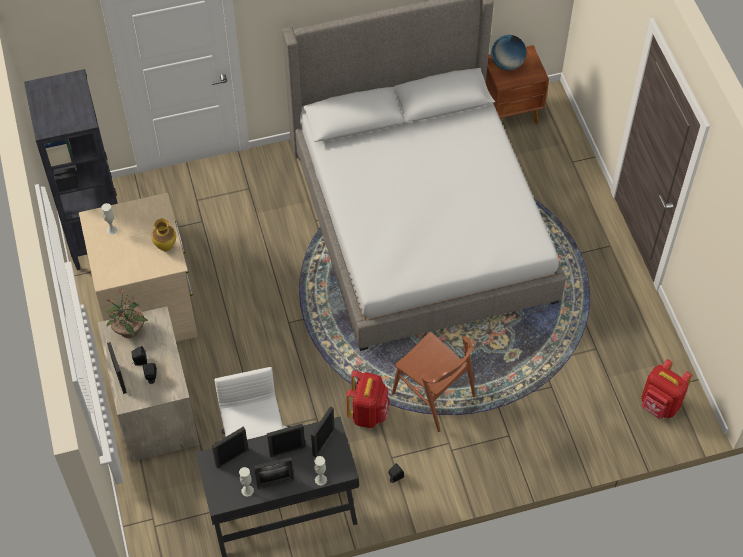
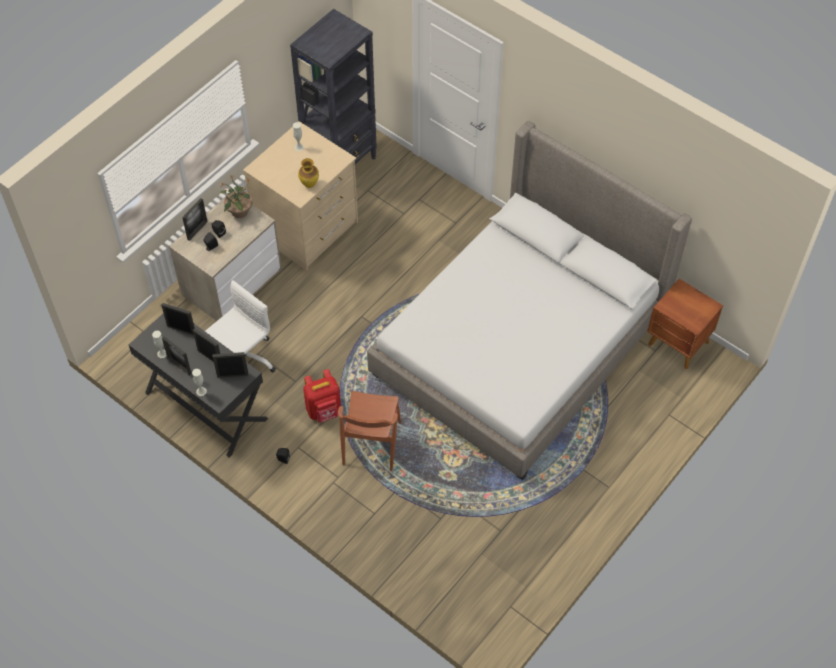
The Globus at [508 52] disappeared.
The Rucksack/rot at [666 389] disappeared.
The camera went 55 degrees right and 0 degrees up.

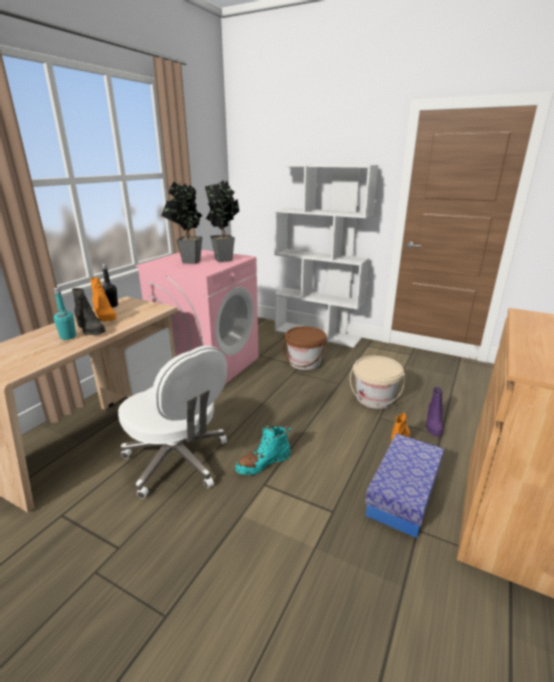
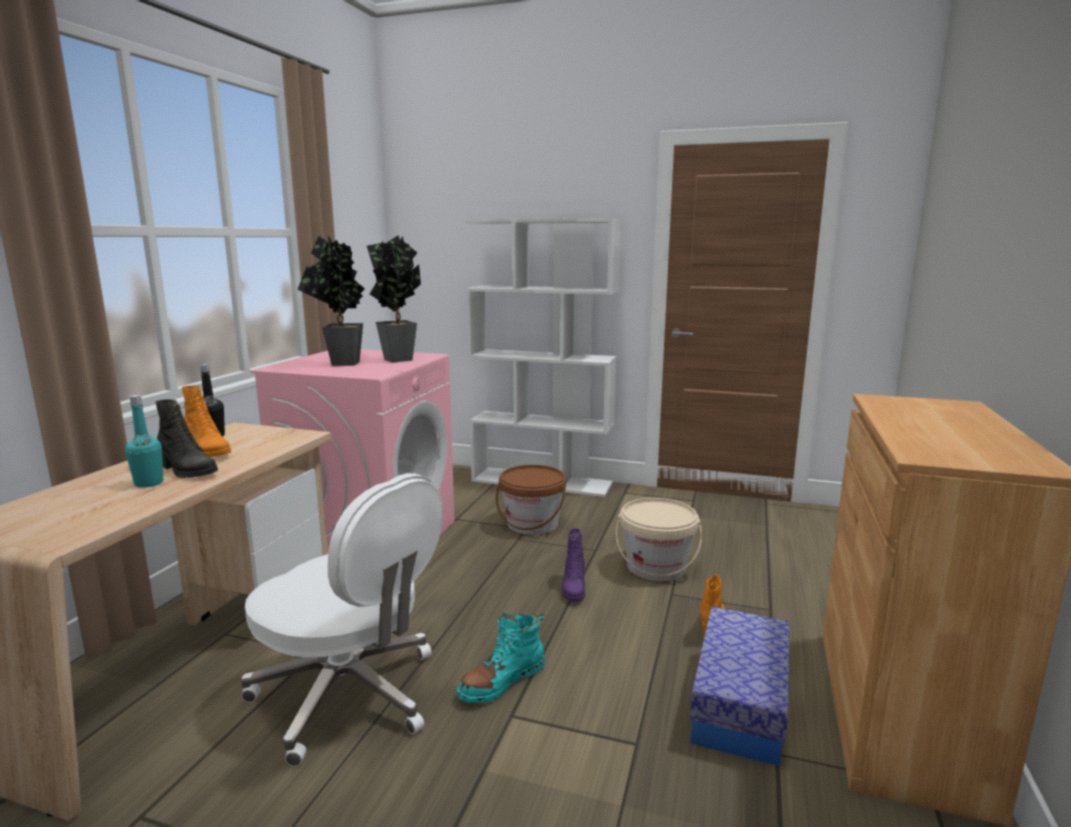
The Stiefel/lila moved from [434 411] to [573 565].
The camera went 10 degrees left and 10 degrees down.

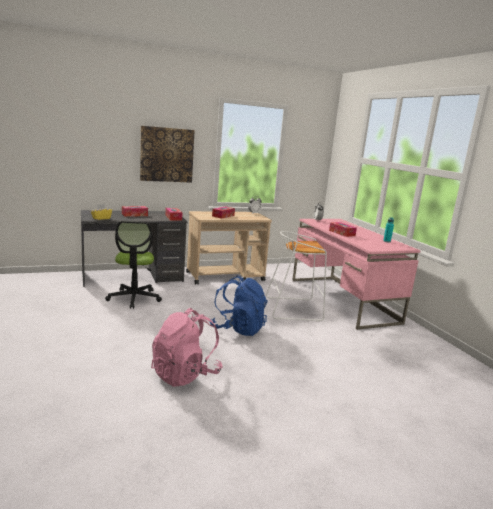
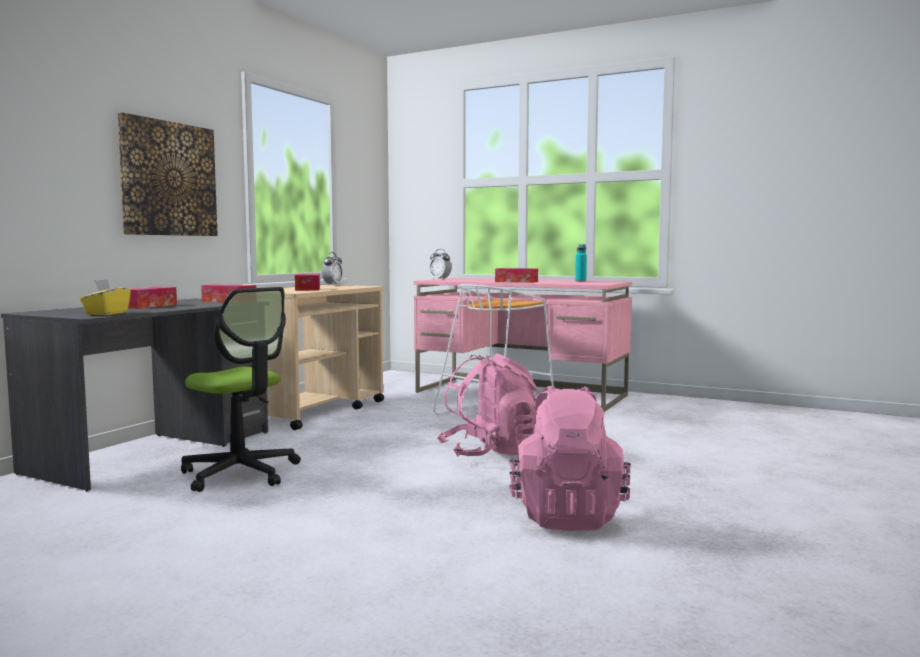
The Rucksack/blau at [238 305] became the Rucksack/rosa at [488 405].
The camera went 40 degrees left and 10 degrees down.

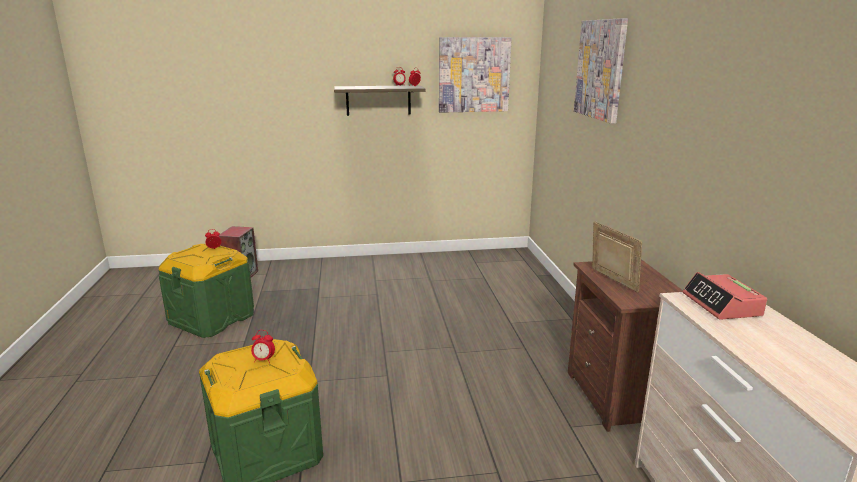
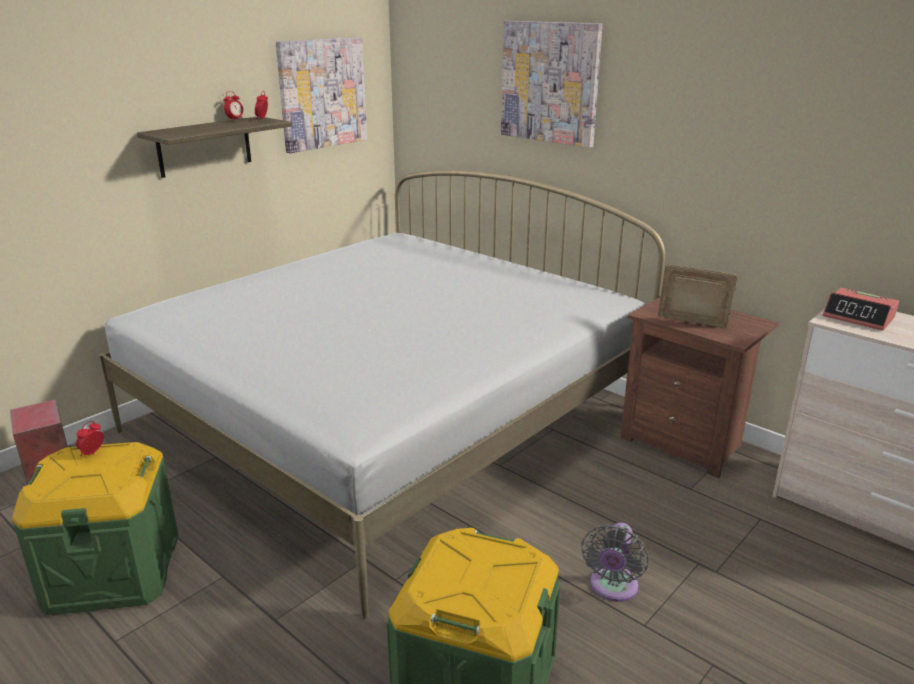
The Wecker at [263 346] disappeared.
The Bett/weiß at [382 394] appeared.
The Ventilator/grau at [615 562] appeared.
The camera went 40 degrees left and 5 degrees up.

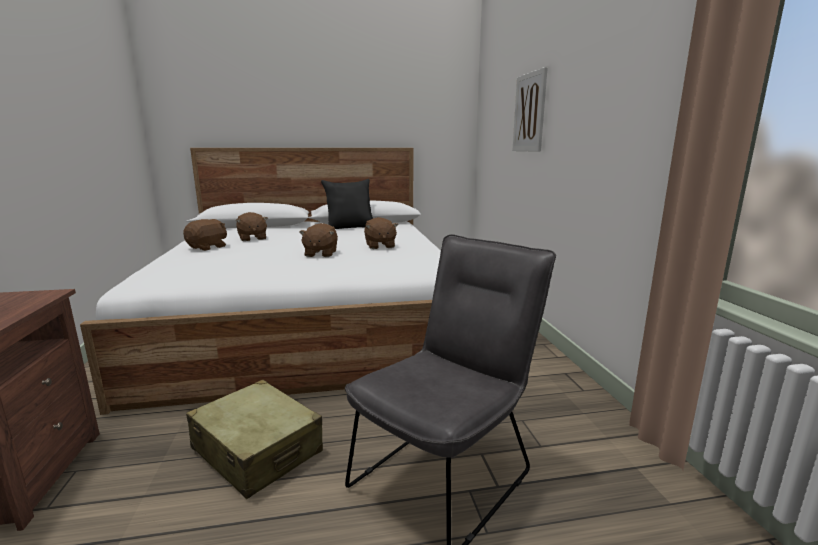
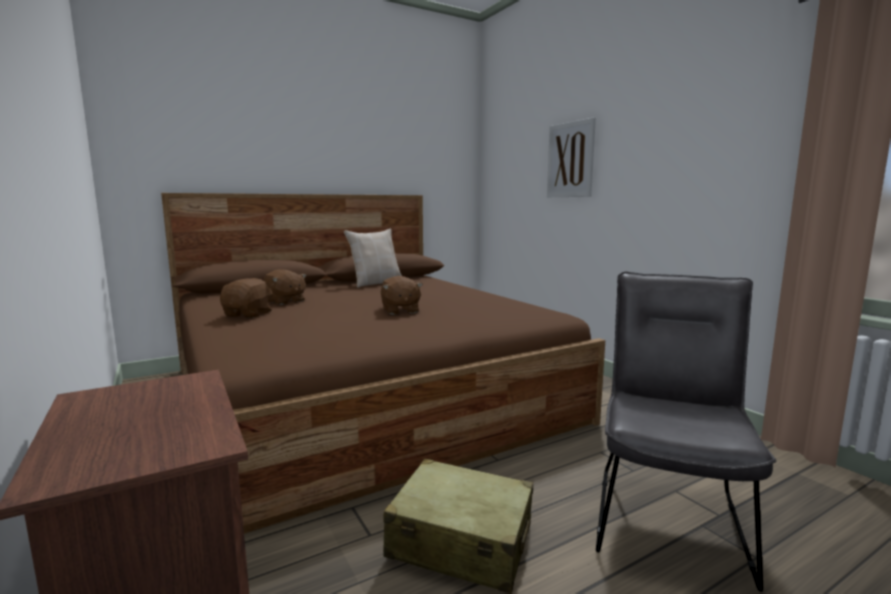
The Bett/weiß at [260 281] became the Bett/braun at [383 363].
The Kissen/schwarz at [347 204] became the Kissen/beige at [373 258].
The Plüschtier/braun at [381 233] disappeared.
The camera went 20 degrees left and 5 degrees down.

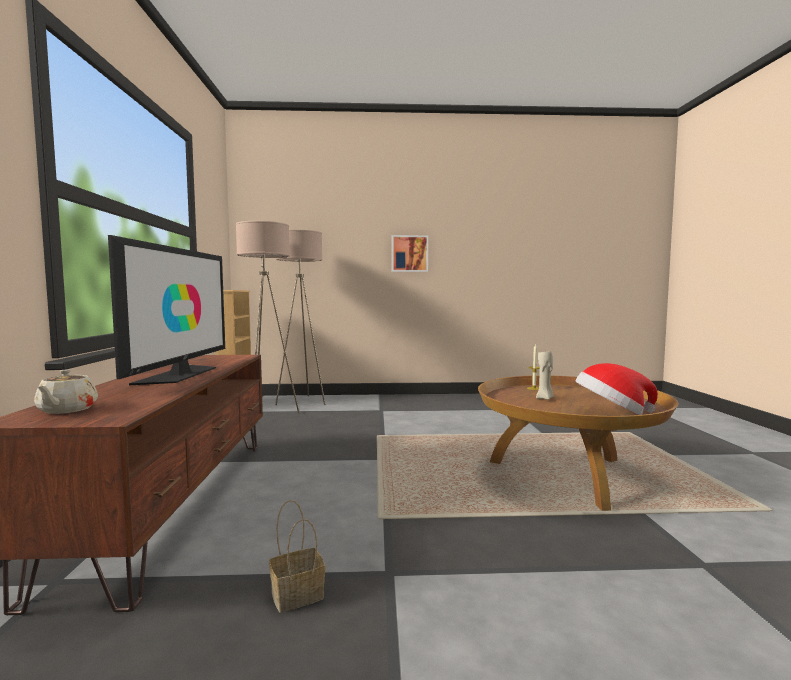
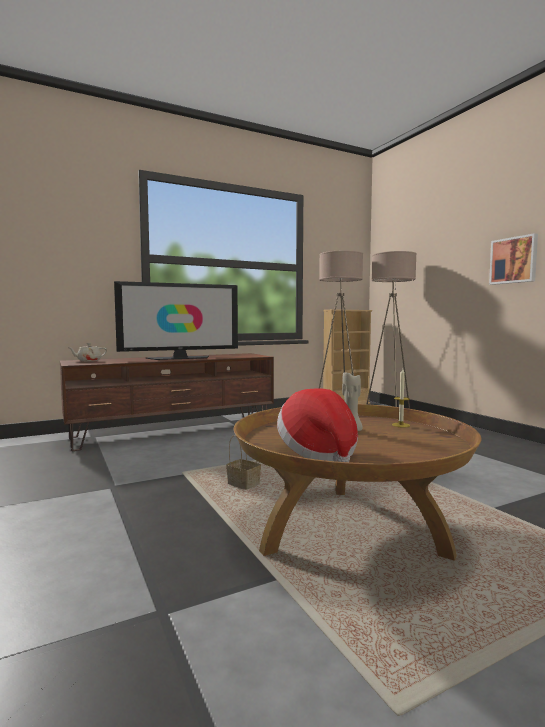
The Korb moved from [297 556] to [243 462].
The camera went 65 degrees right and 0 degrees up.

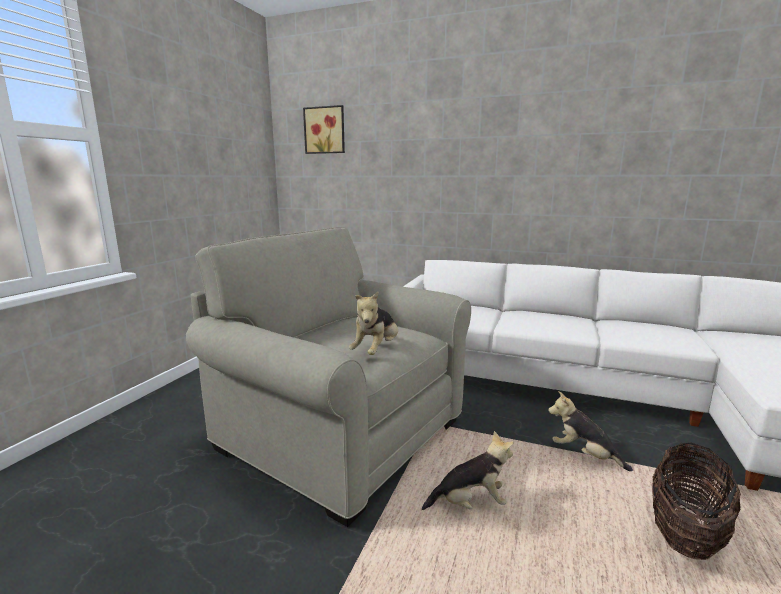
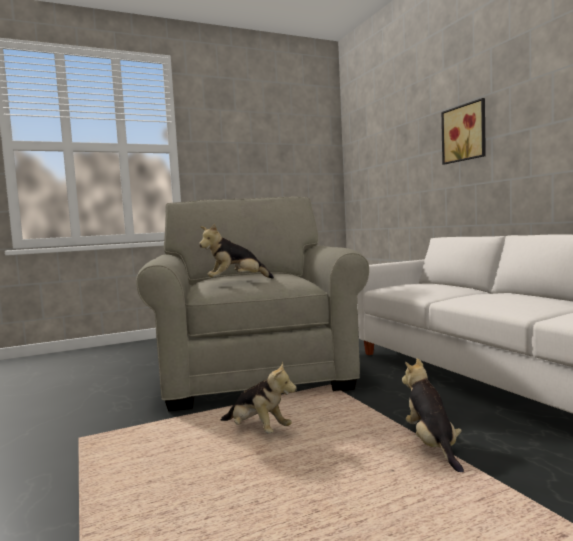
The Bild moved from [324 129] to [463 131].
The Korb at [696 501] disappeared.
The camera went 45 degrees right and 10 degrees down.

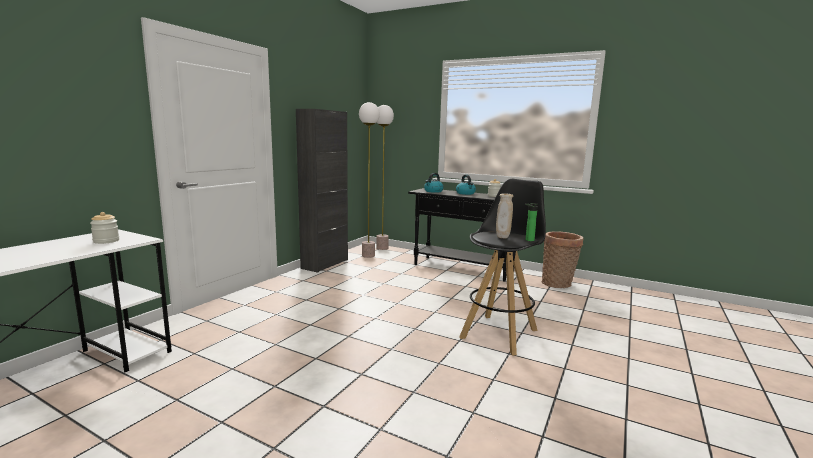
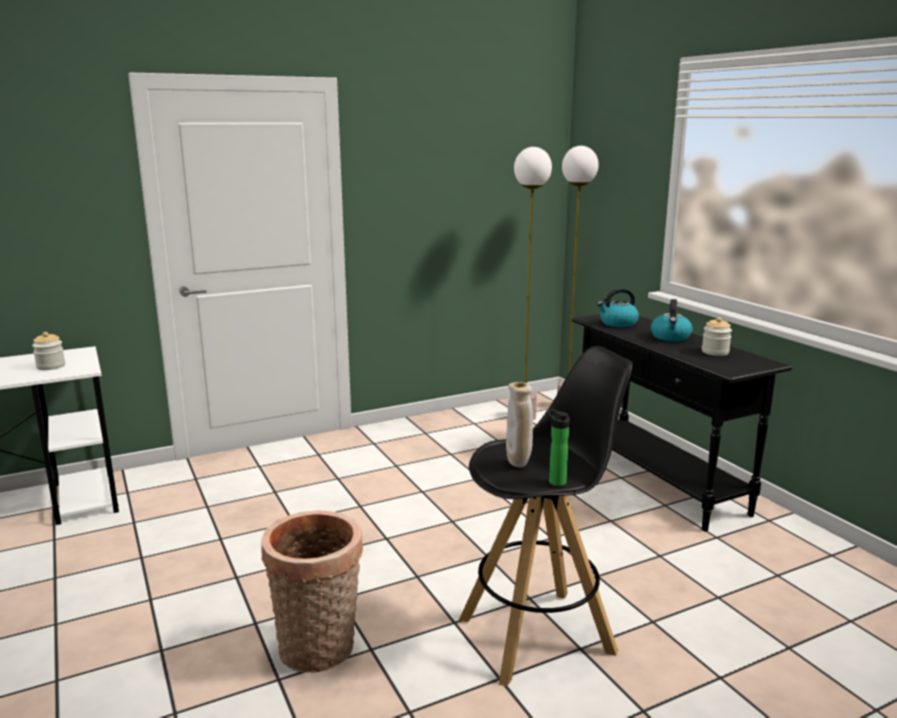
The Schrank/schwarz at [322 191] disappeared.
The Korb moved from [562 260] to [312 591].
The camera went 35 degrees right and 5 degrees up.

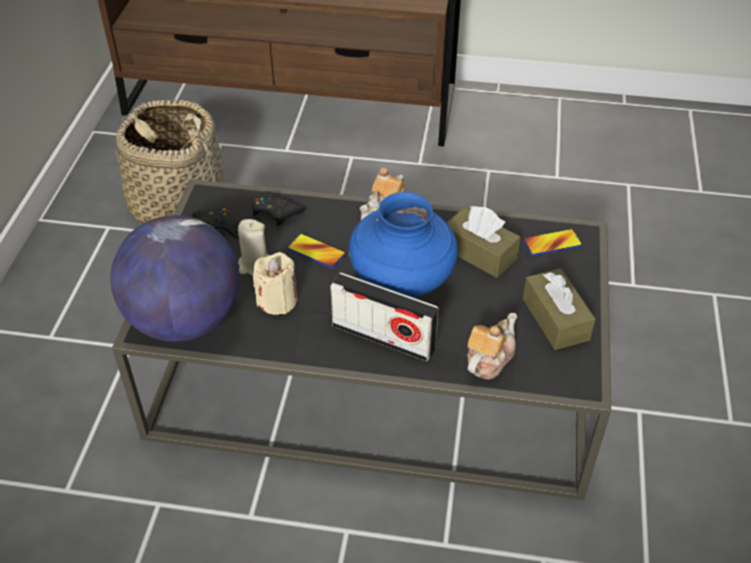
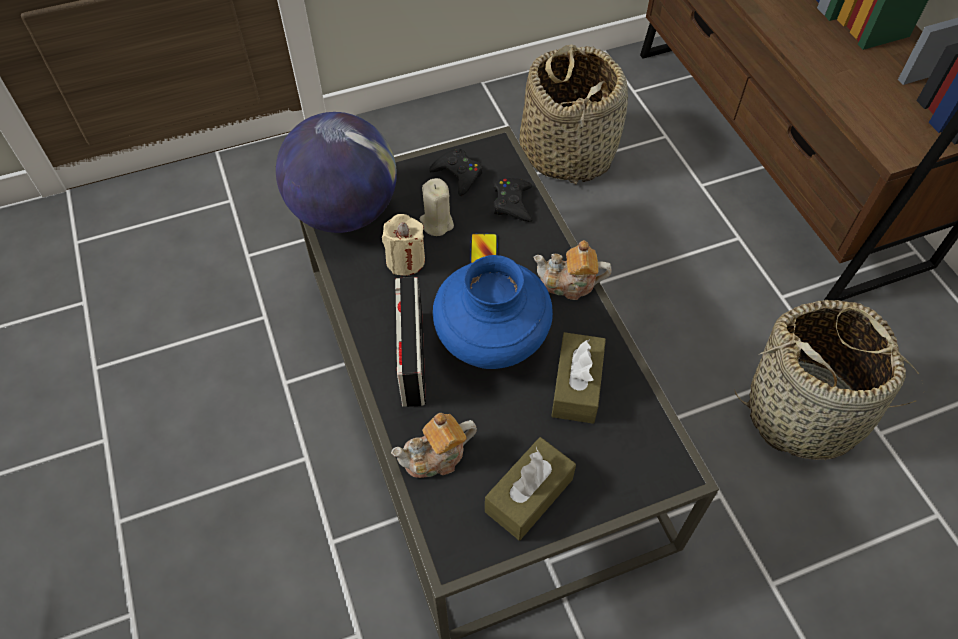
The Handy at [552 242] disappeared.
The Teekanne at [492 346] turned 150 degrees clockwise.
The Korb at [829 380] appeared.
The camera went 60 degrees right and 10 degrees up.

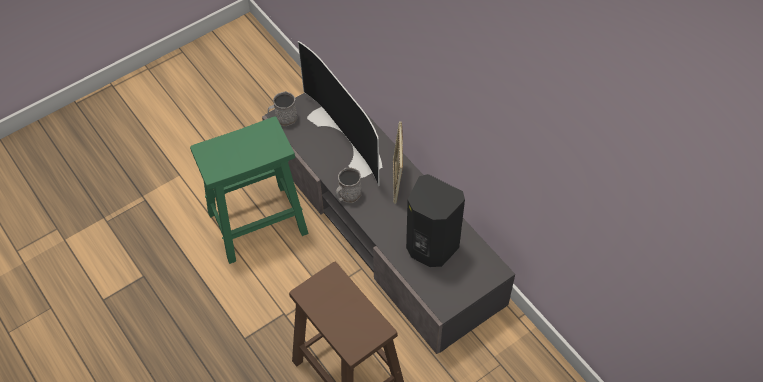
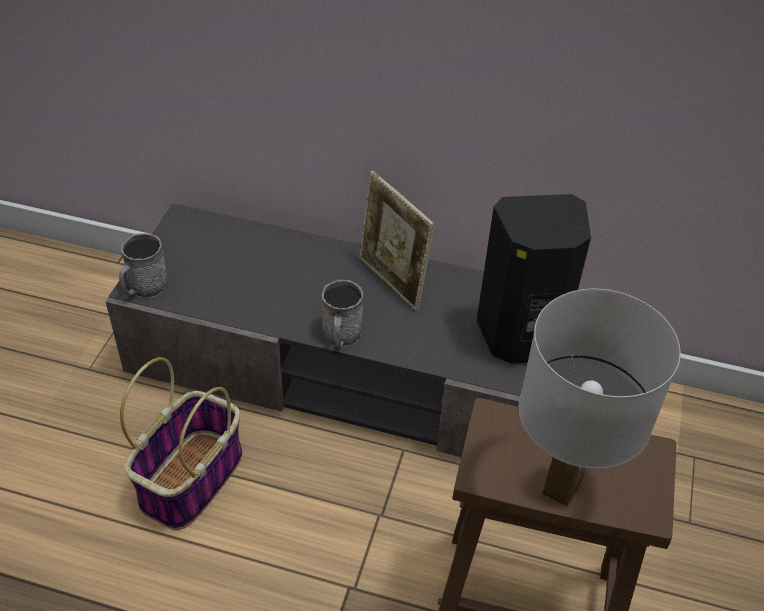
The Fernseher at [340 113] disappeared.
The Hocker/grün at [249 190] was replaced by the Korb at [181 443].
The Tischlampe/weiß at [599 398] appeared.
The camera went 40 degrees left and 10 degrees down.

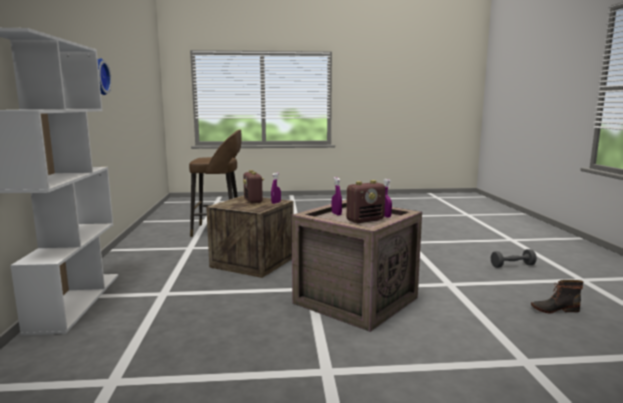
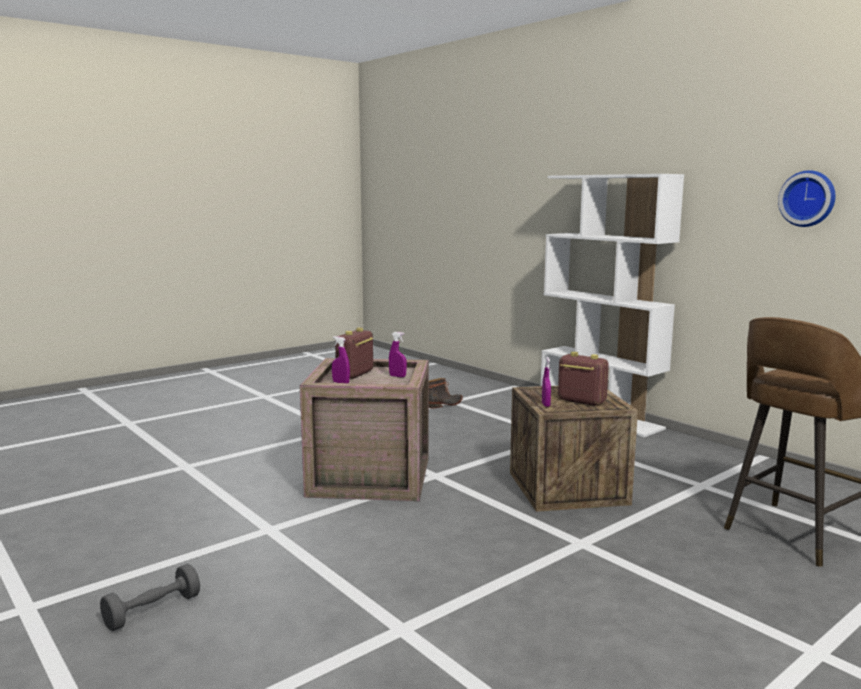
The Stiefel moved from [557 296] to [446 393].
The camera went 145 degrees right and 0 degrees up.

